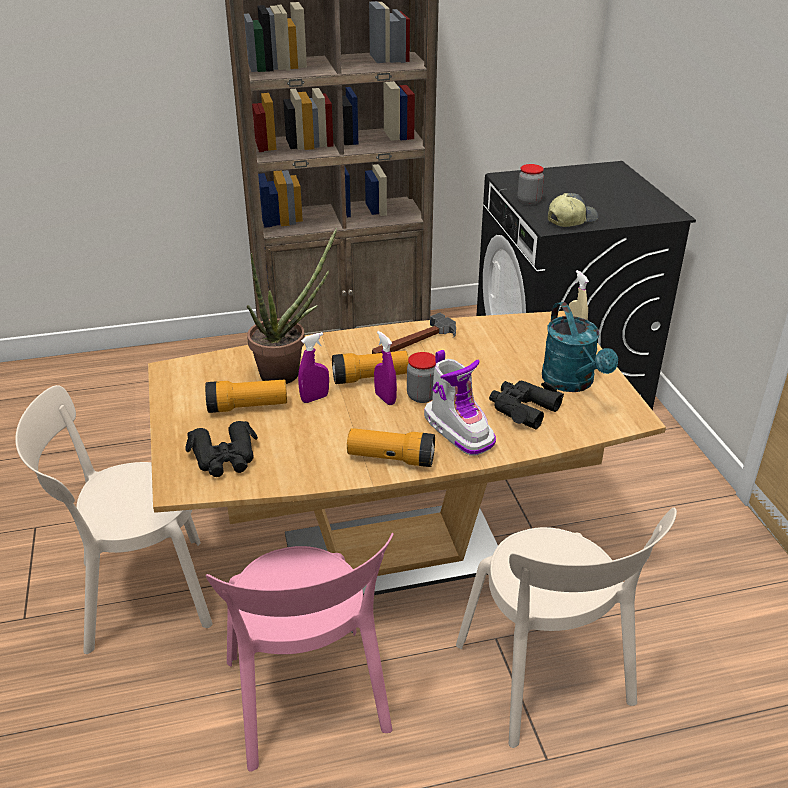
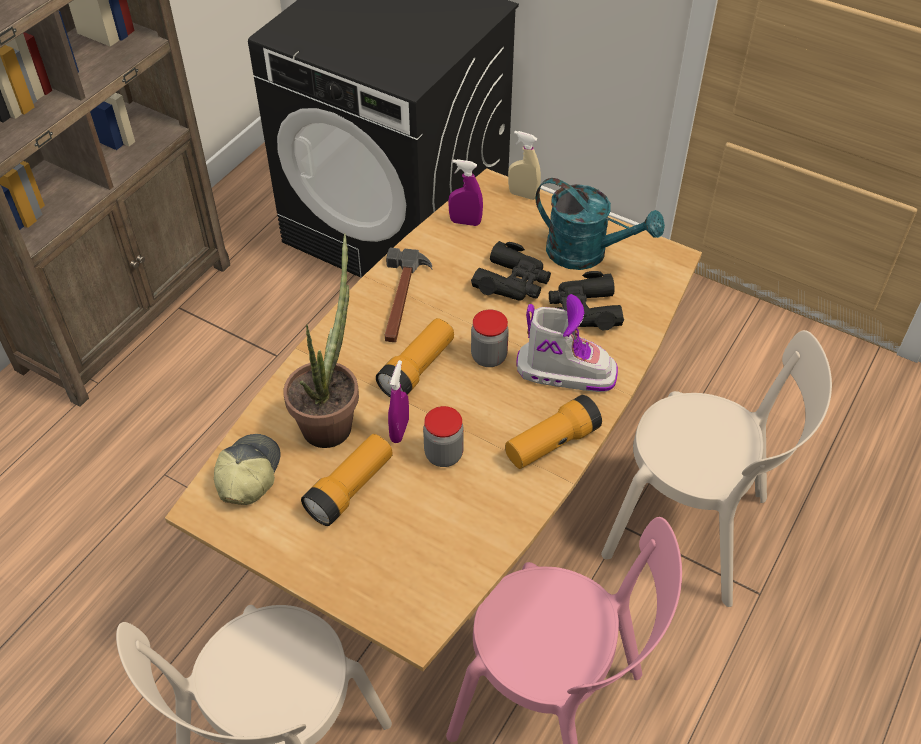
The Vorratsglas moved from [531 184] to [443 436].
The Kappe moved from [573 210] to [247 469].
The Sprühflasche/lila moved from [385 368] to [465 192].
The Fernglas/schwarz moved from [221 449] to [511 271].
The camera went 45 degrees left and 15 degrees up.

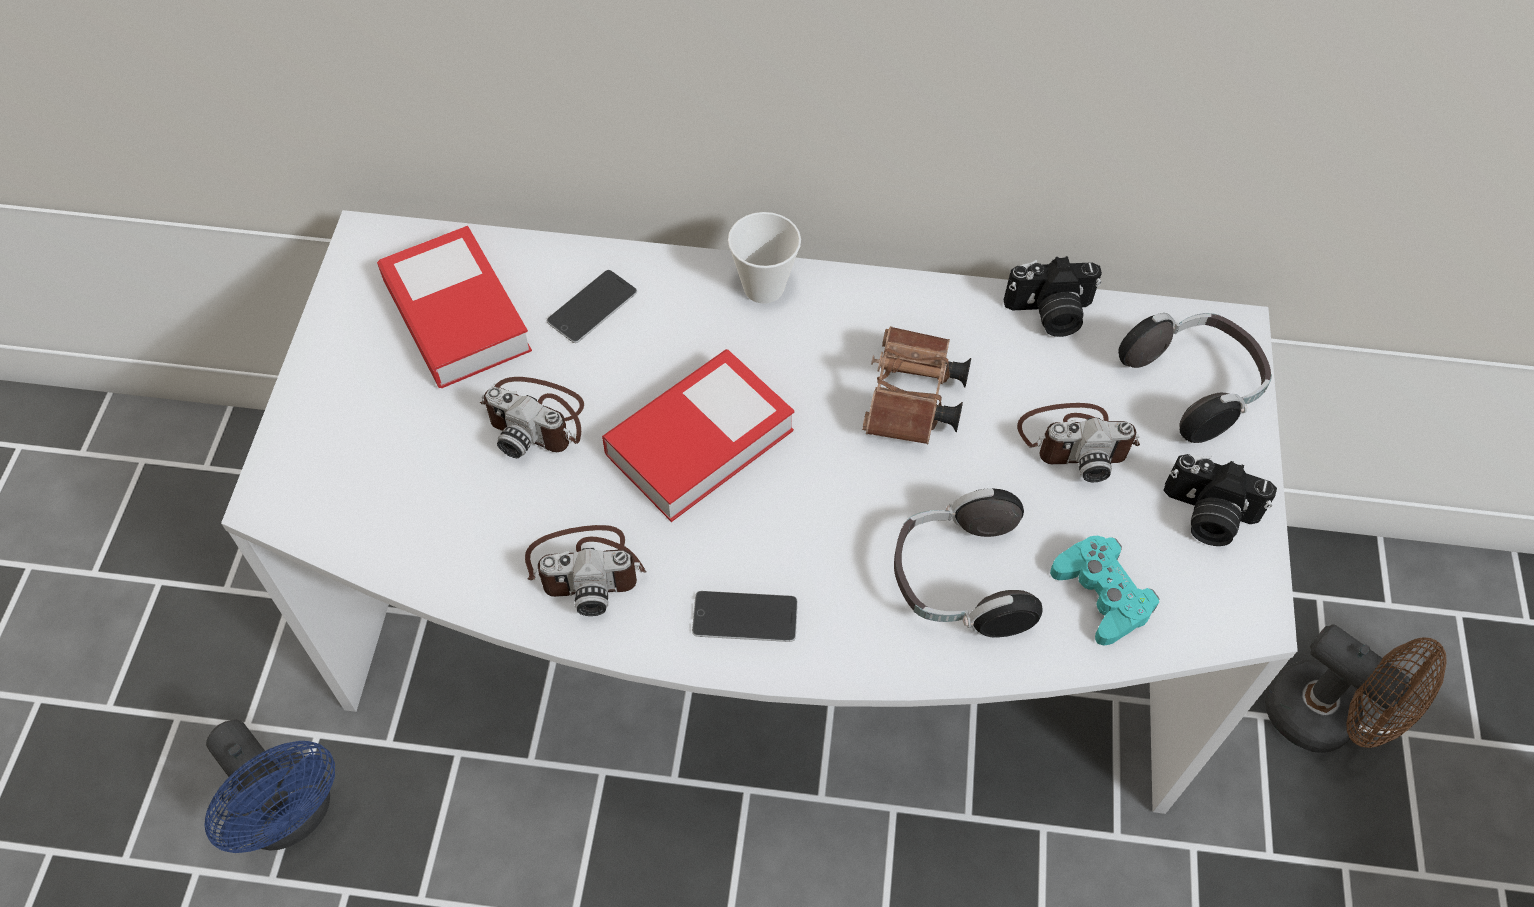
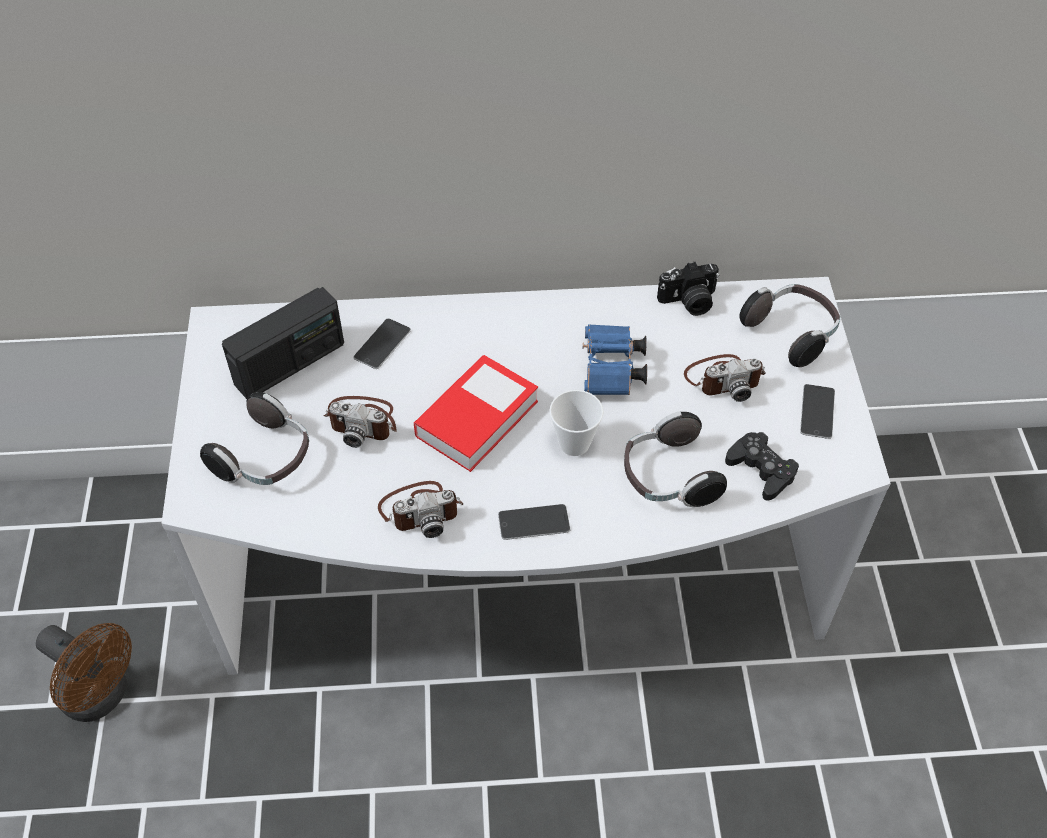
The Tasse moved from [764 258] to [576 423].
The Buch at [454 307] was replaced by the Radio at [283 343].
The Fernglas/braun at [916 385] became the Fernglas/blau at [615 359].
The Kamera at [1220 500] was replaced by the Handy at [817 411].
The Gamepad/türkis at [1105 590] became the Gamepad/schwarz at [762 466].
The Ventilator/braun moved from [1356 688] to [84 672].
The Ventilator/blau at [270 786] disappeared.
The Kopfhörer at [254 438] appeared.
The camera went 10 degrees left and 5 degrees down.

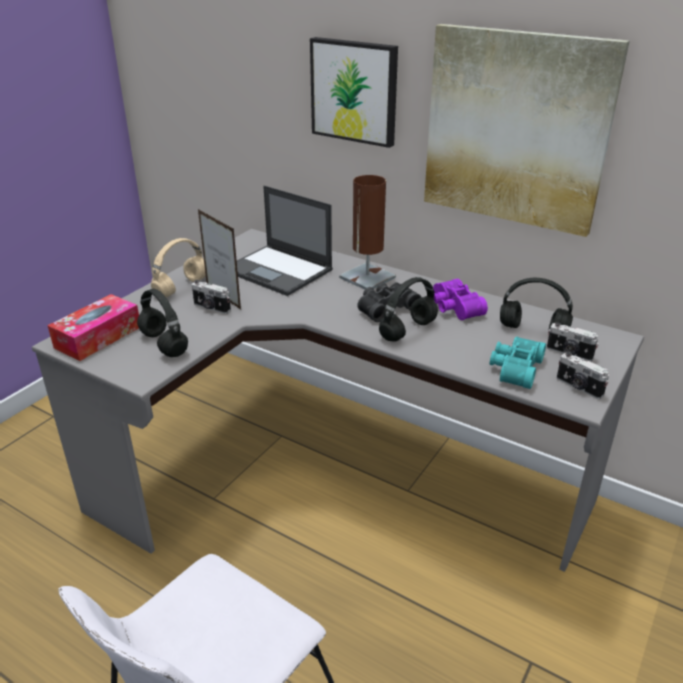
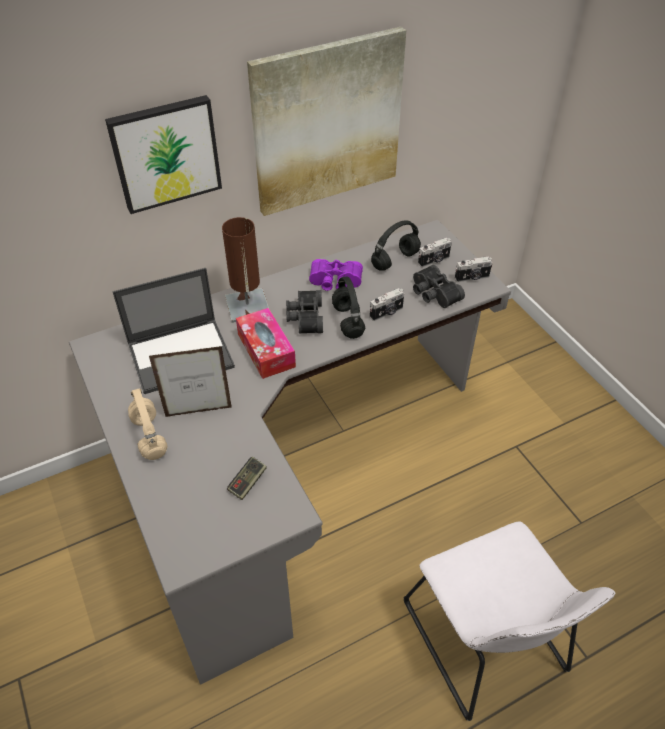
The Kamera moved from [211 297] to [387 304].
The Kopfhörer/schwarz at [162 323] was replaced by the Gamepad at [247 478].
The Taschentuchbox moved from [93 327] to [266 343].
The Fernglas/türkis at [518 363] became the Fernglas/schwarz at [439 286].
The camera went 60 degrees left and 15 degrees up.

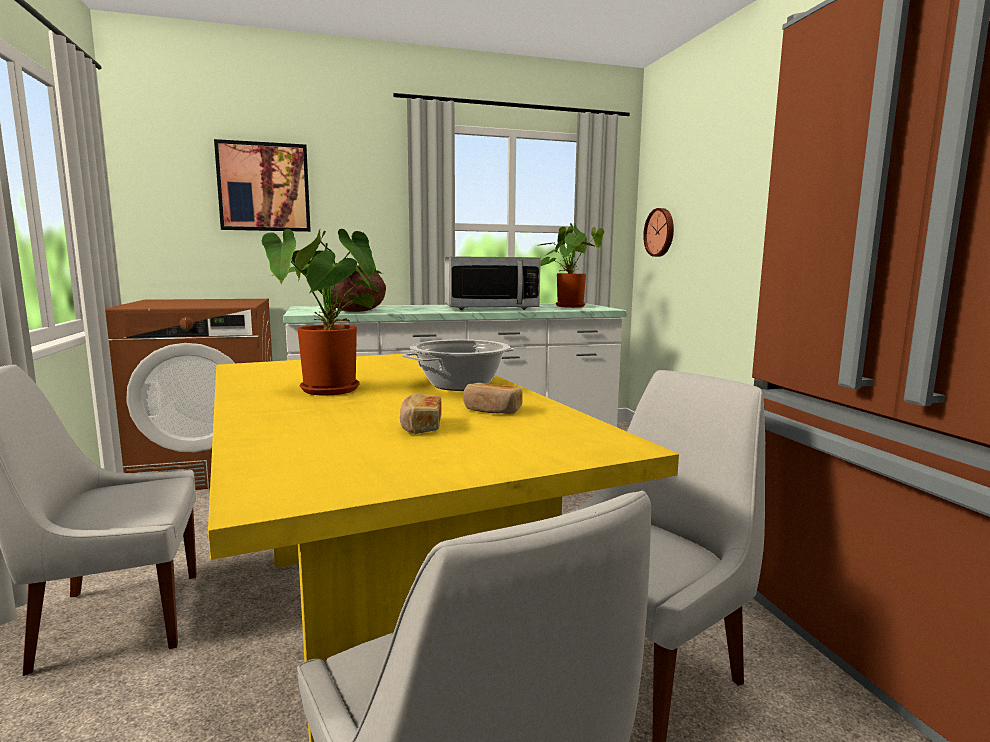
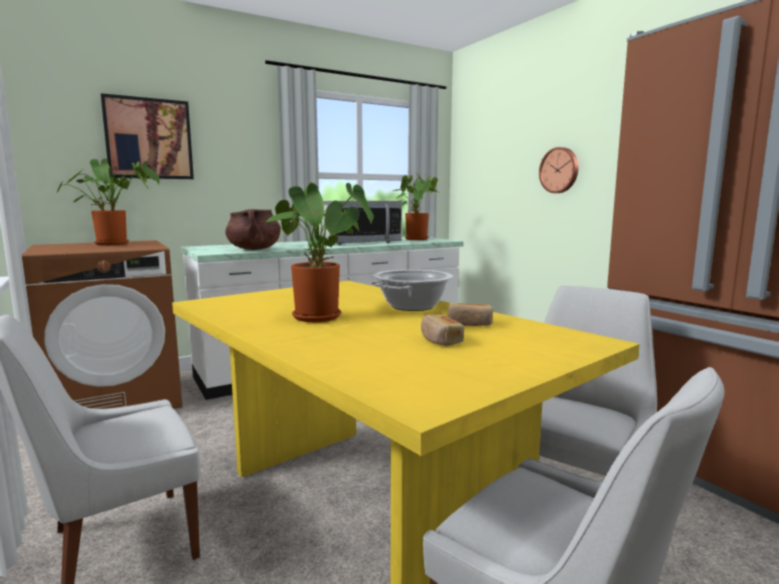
The Wanduhr moved from [658 232] to [558 170].
The Topfpflanze at [108 201] appeared.
The camera went 15 degrees left and 0 degrees up.

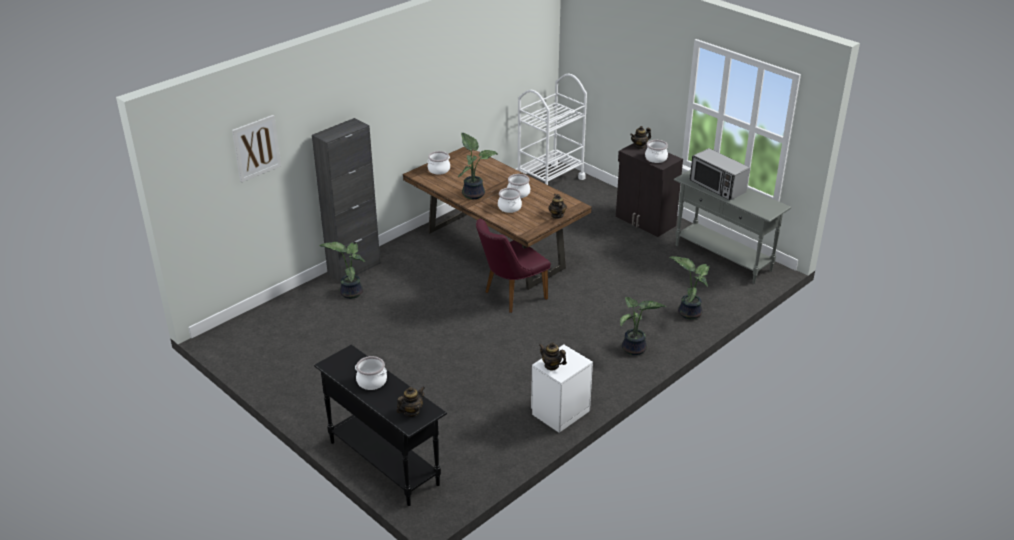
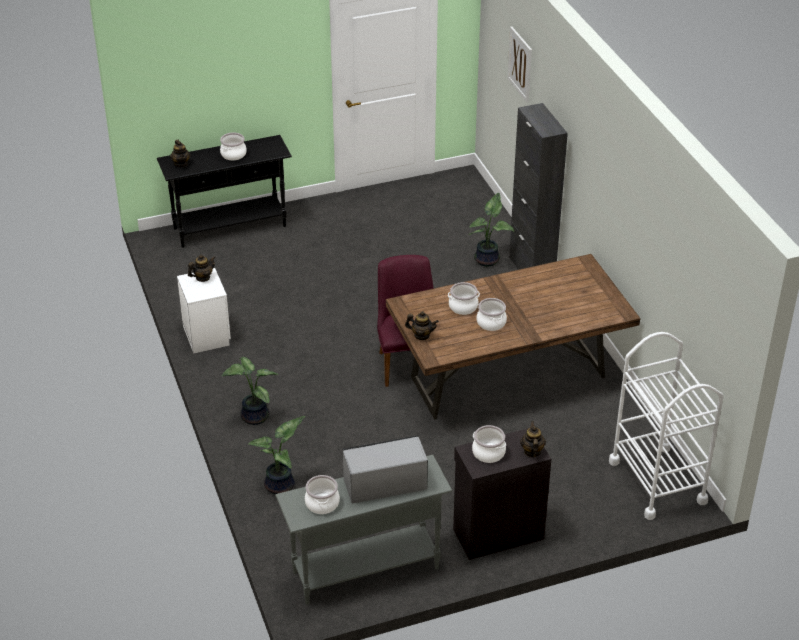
The Topfpflanze at [478 166] disappeared.
The Kochtopf moved from [438 163] to [322 494].
The camera went 115 degrees right and 5 degrees up.

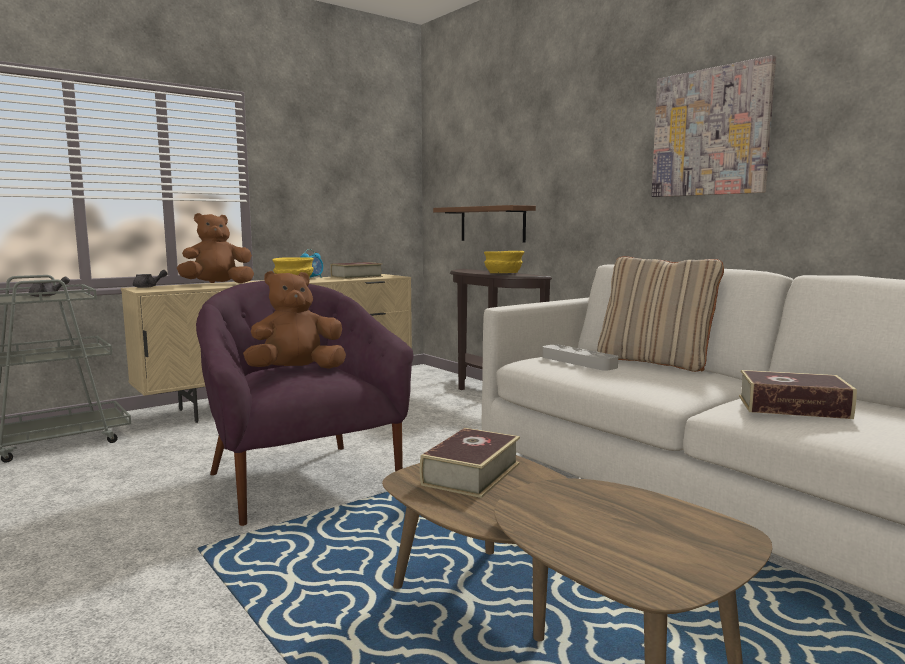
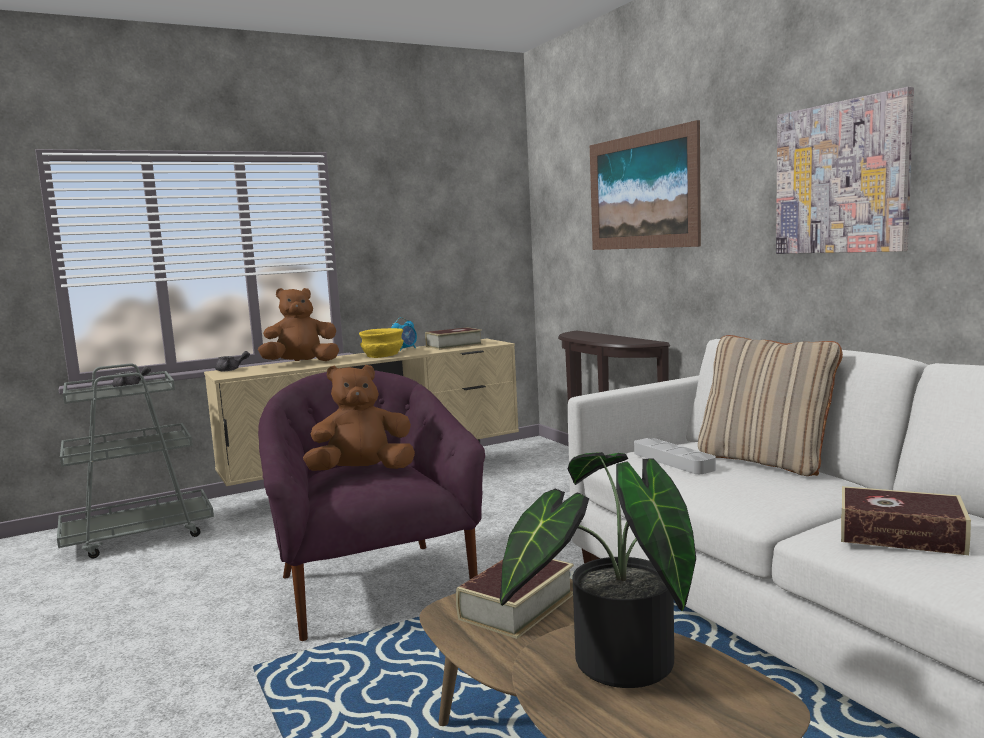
The Wandregal at [484 223] disappeared.
The Schüssel/gelb at [504 262] disappeared.
The Bild at [645 185] appeared.
The Topfpflanze at [598 570] appeared.
The camera went 10 degrees right and 0 degrees up.

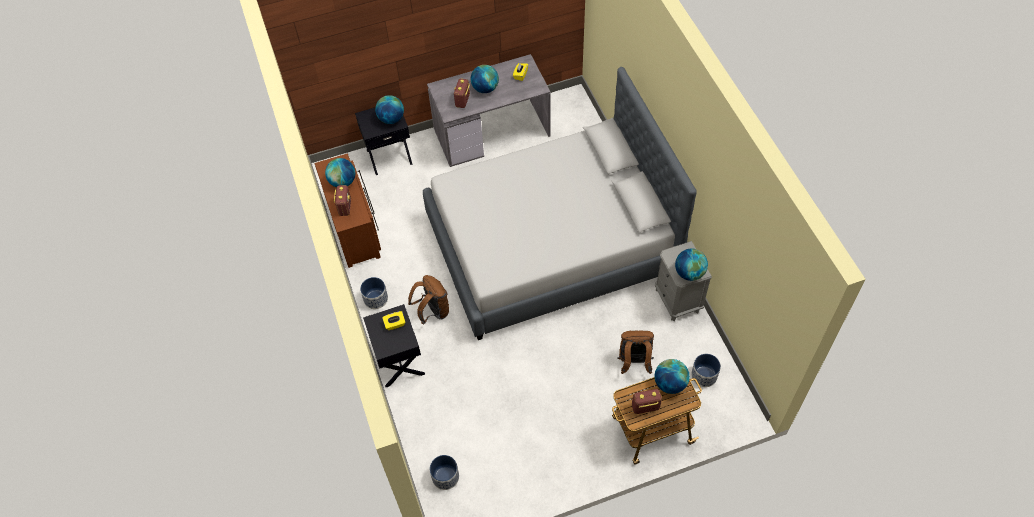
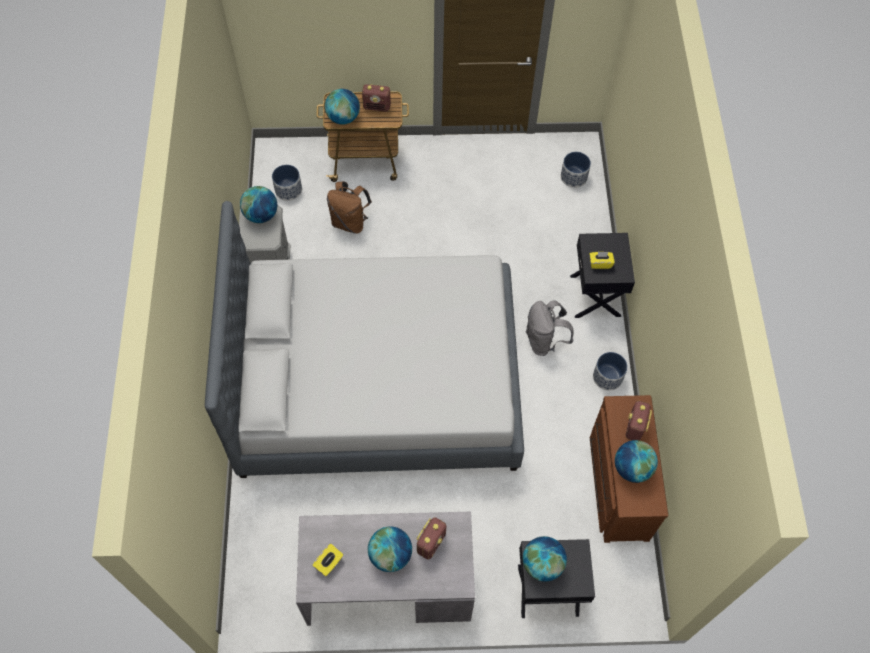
The Rucksack/braun at [428 299] became the Rucksack/grau at [550 328].
The camera went 165 degrees left and 5 degrees up.

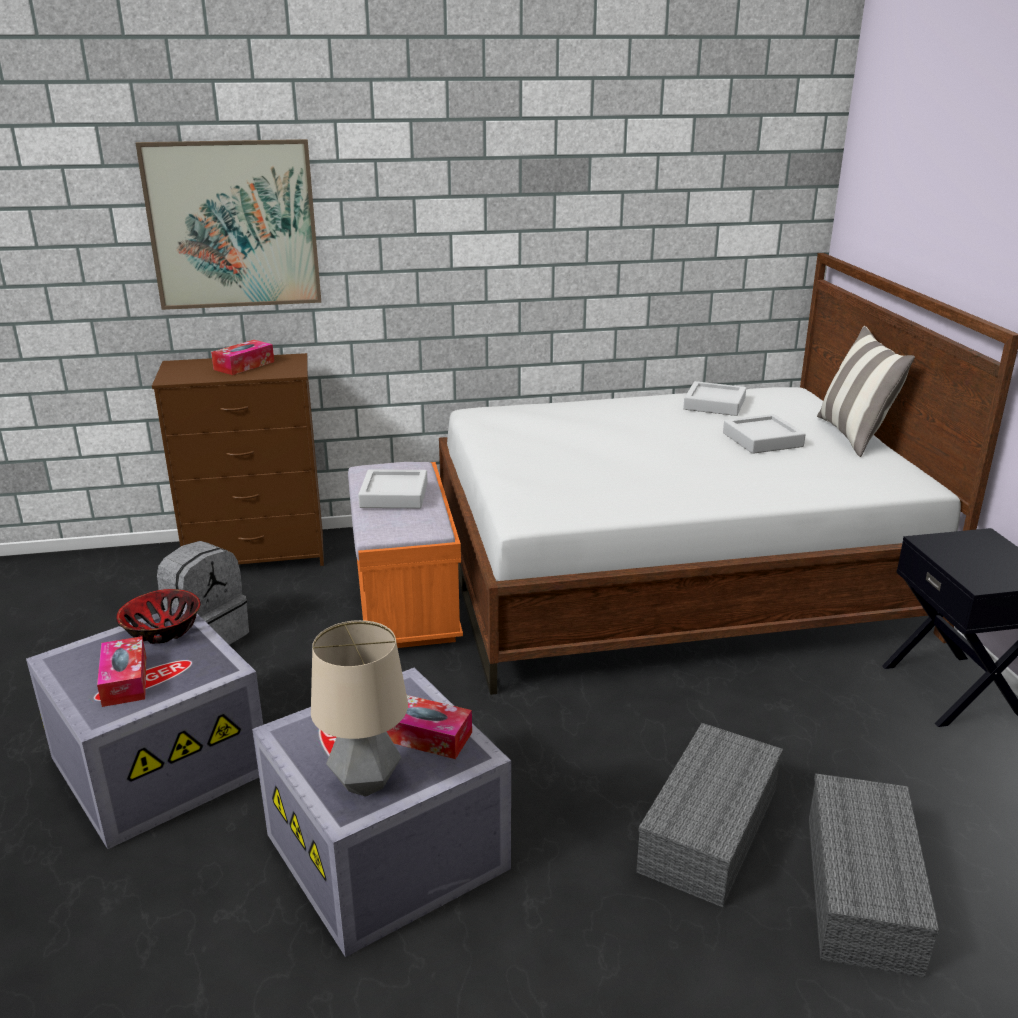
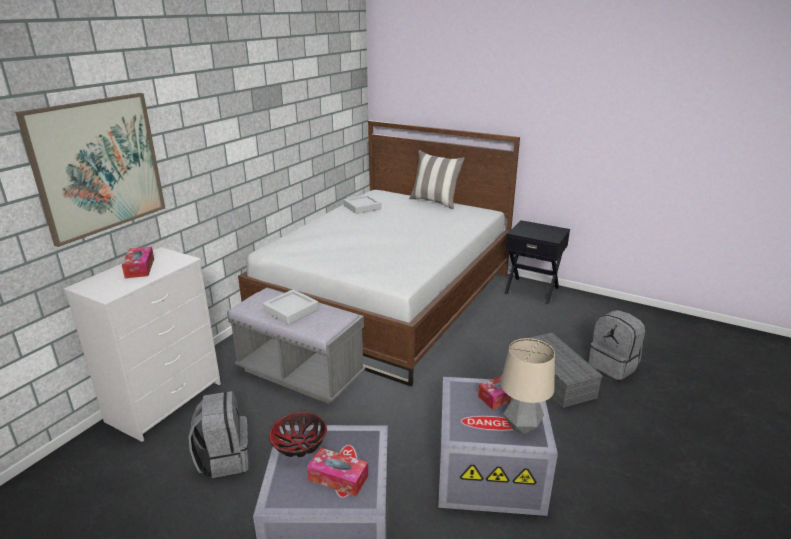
The Kommode/braun at [238 459] became the Kommode/weiß at [142 344].
The Tablett/grau at [764 434] disappeared.
The Bank/orange at [405 555] became the Bank/grau at [296 345].
The Aufbewahrungsbox/grau at [874 875] was replaced by the Rucksack/grau at [616 345].
The camera went 50 degrees left and 0 degrees up.

